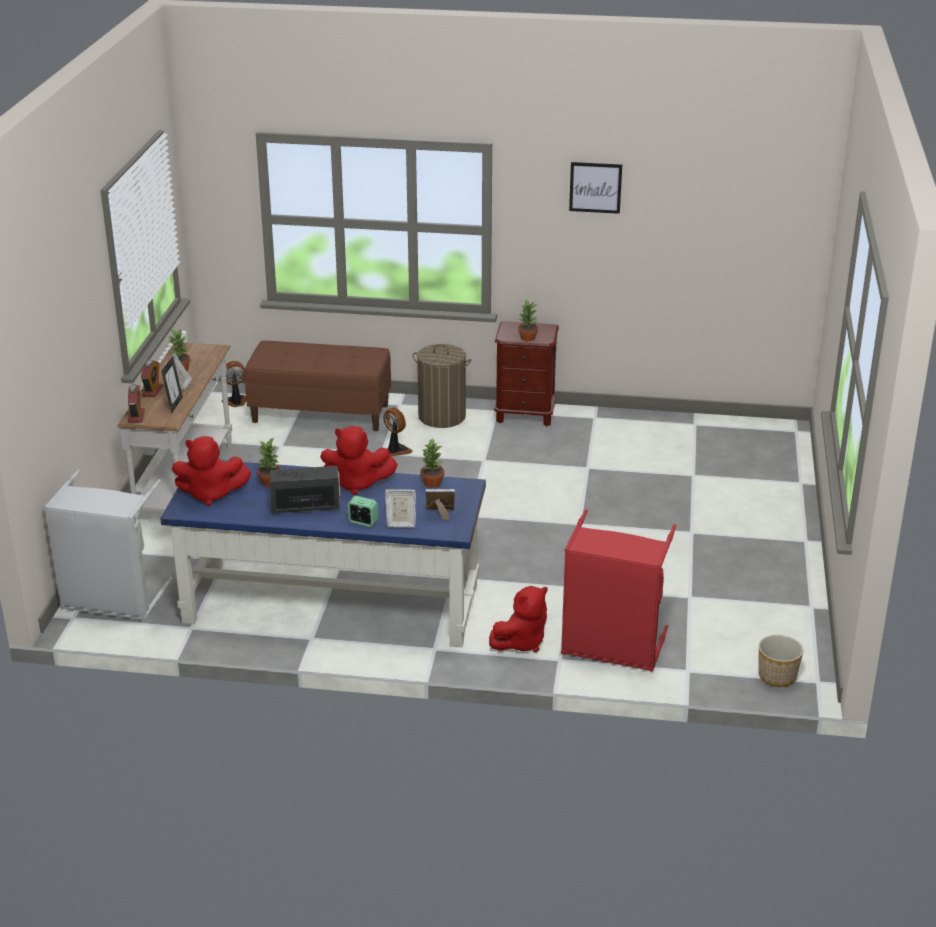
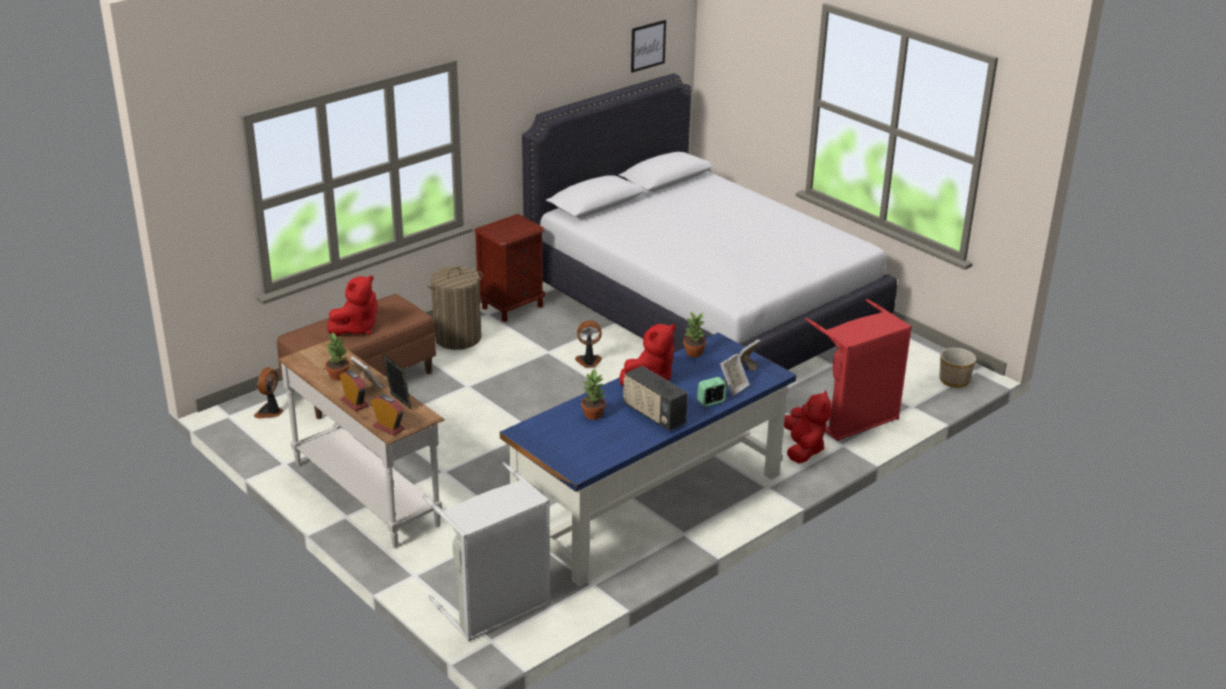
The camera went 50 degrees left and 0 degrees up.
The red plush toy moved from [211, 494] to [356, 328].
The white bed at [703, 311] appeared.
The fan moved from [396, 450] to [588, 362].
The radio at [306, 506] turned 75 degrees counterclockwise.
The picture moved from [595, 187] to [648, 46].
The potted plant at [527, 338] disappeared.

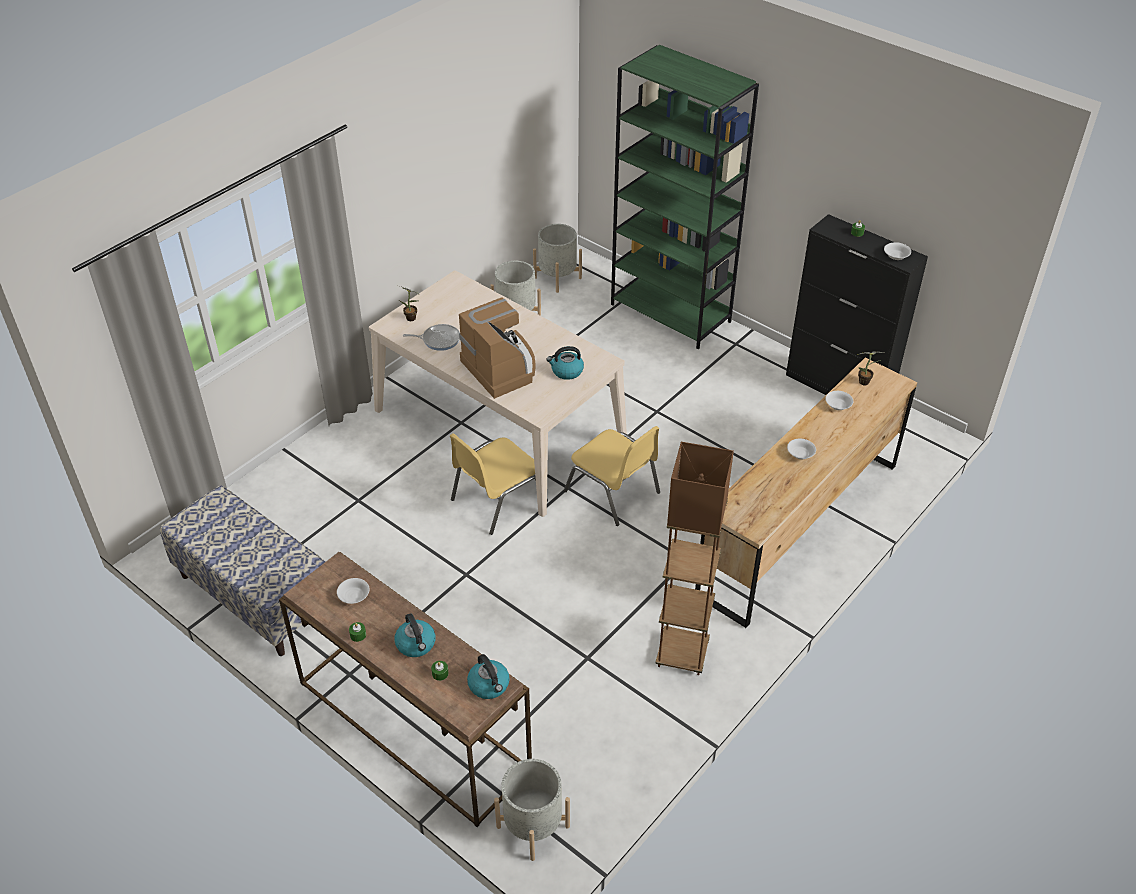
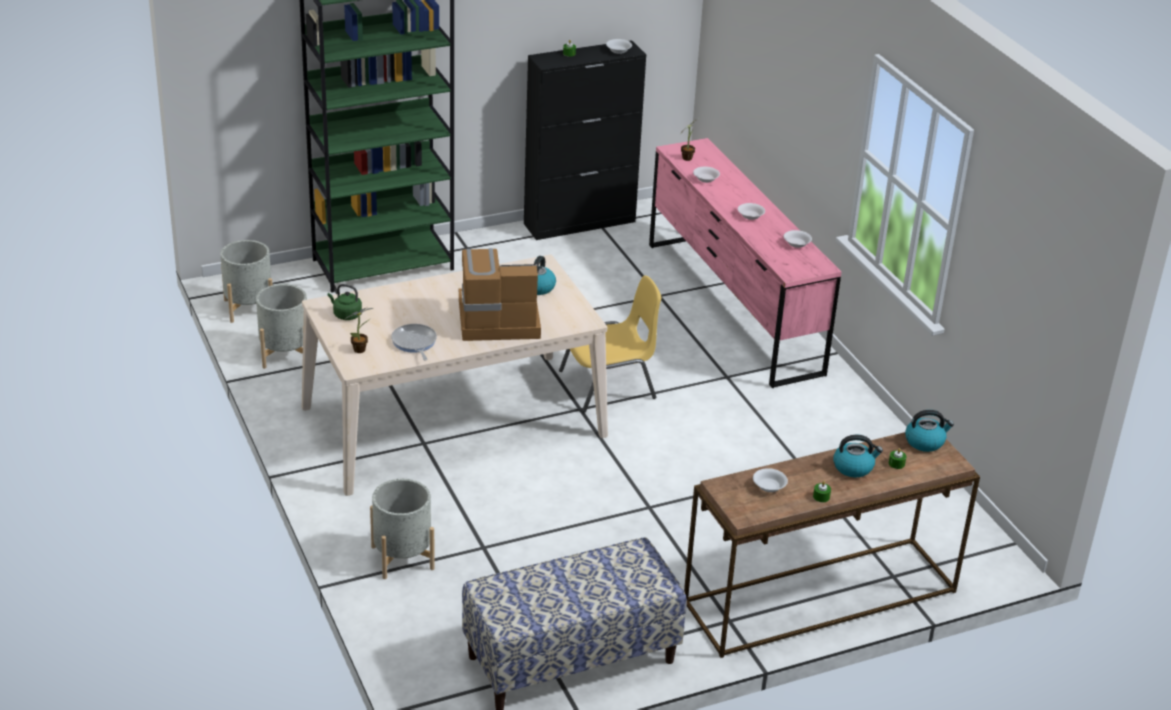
The camera went 65 degrees left and 10 degrees down.
The green kettle at [346, 315] appeared.
The grey planter moved from [533, 826] to [402, 557].
The frying pan at [439, 339] turned 45 degrees counterclockwise.
The brown dresser at [799, 527] became the pink dresser at [732, 307].
The white bowl at [796, 244] appeared.
The yellow chair at [497, 500] disappeared.
The brown floor lamp at [682, 654] disappeared.

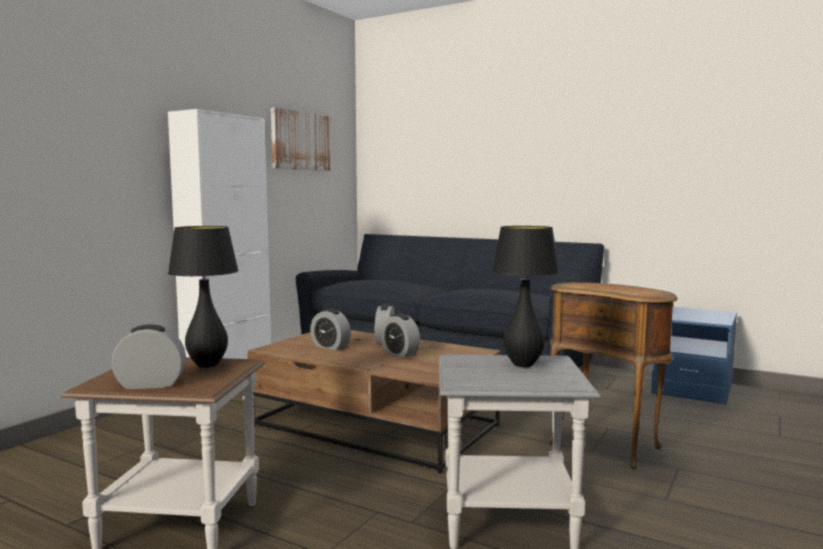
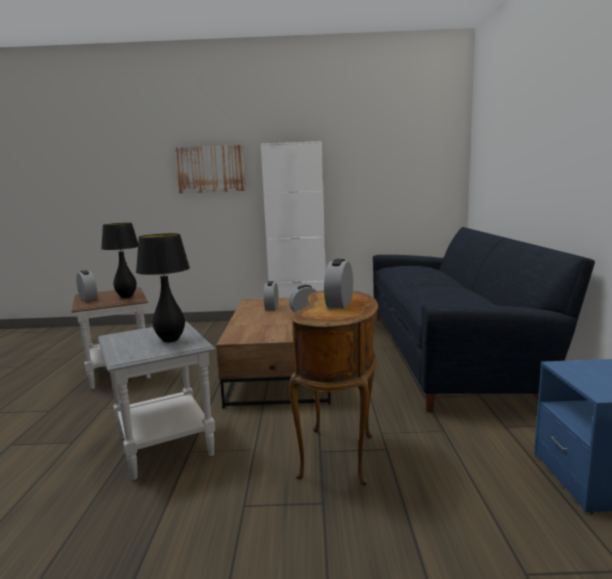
The camera went 60 degrees right and 5 degrees up.
The picture moved from [300, 141] to [211, 169].
The alarm clock moved from [400, 353] to [339, 304].

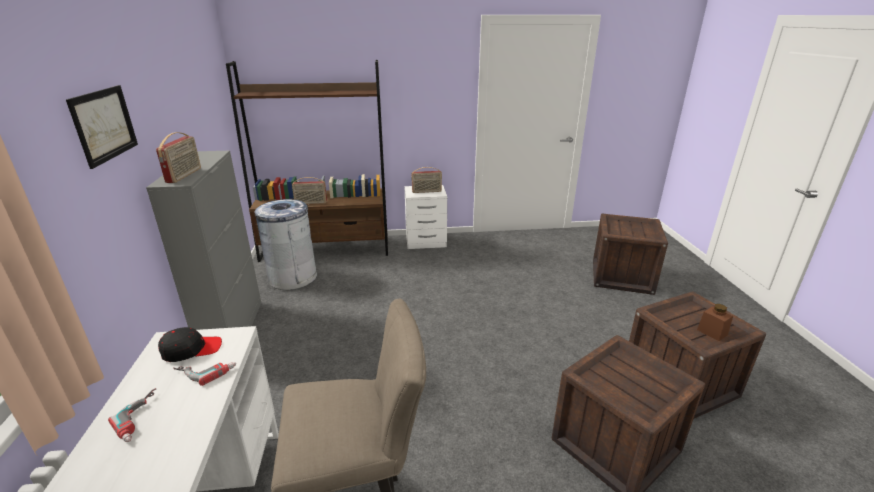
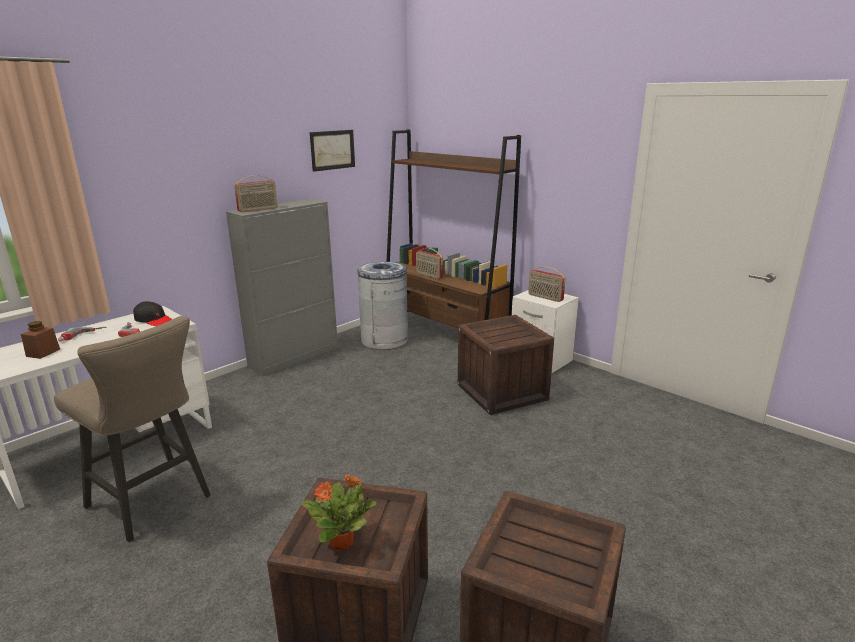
The camera went 50 degrees right and 5 degrees down.
The brown jar moved from [712, 332] to [43, 353].
The potted plant at [343, 542] appeared.
The picture moved from [104, 124] to [332, 150].
The crate moved from [621, 276] to [502, 392].

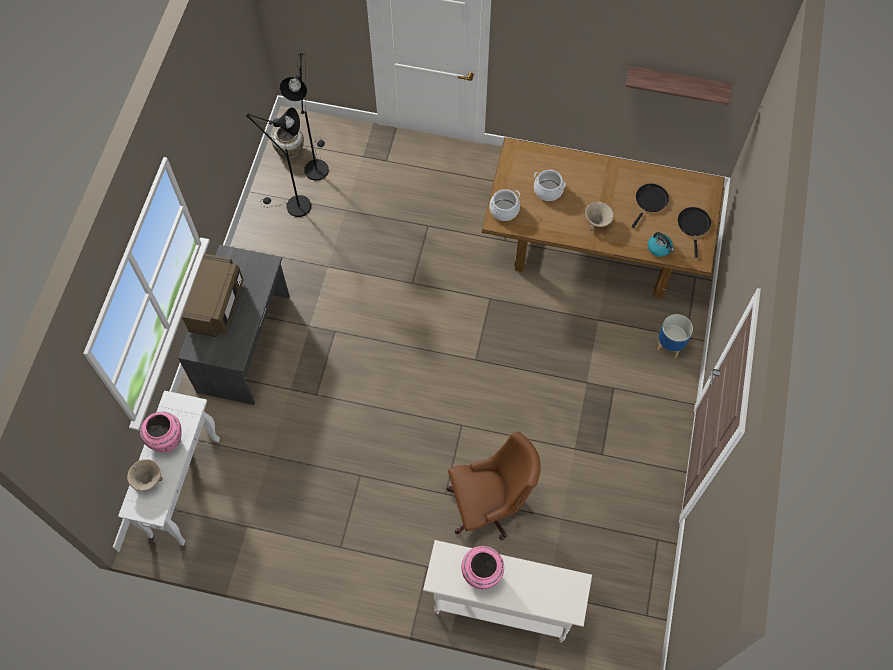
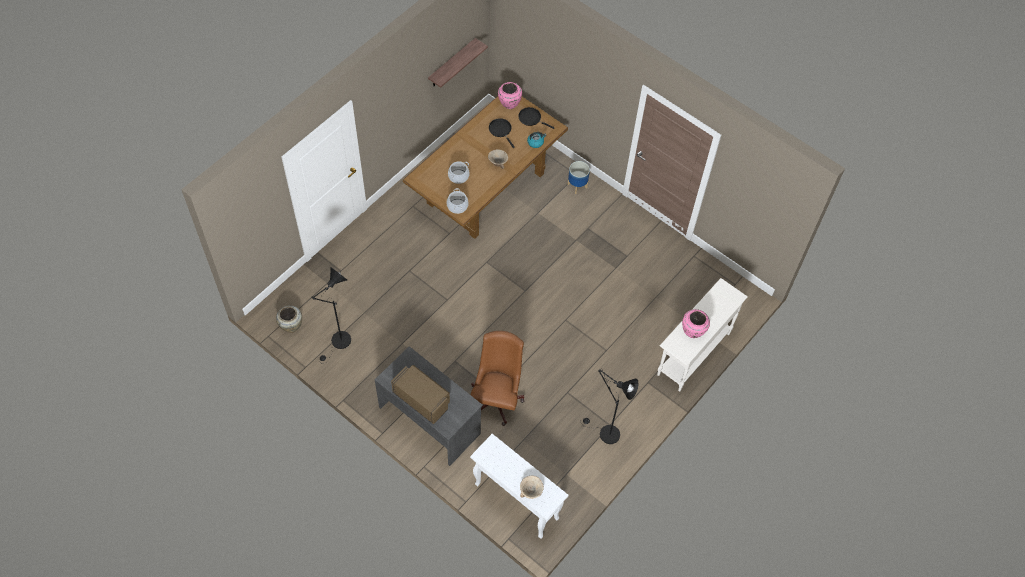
The camera went 65 degrees left and 5 degrees down.
The brown office chair moved from [489, 505] to [497, 397].
The pink vase moved from [167, 439] to [509, 103].
The black floor lamp moved from [316, 166] to [605, 433].

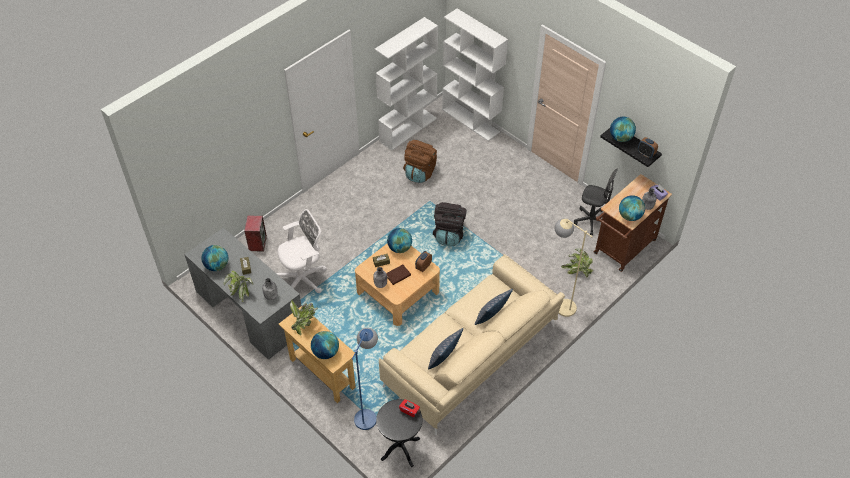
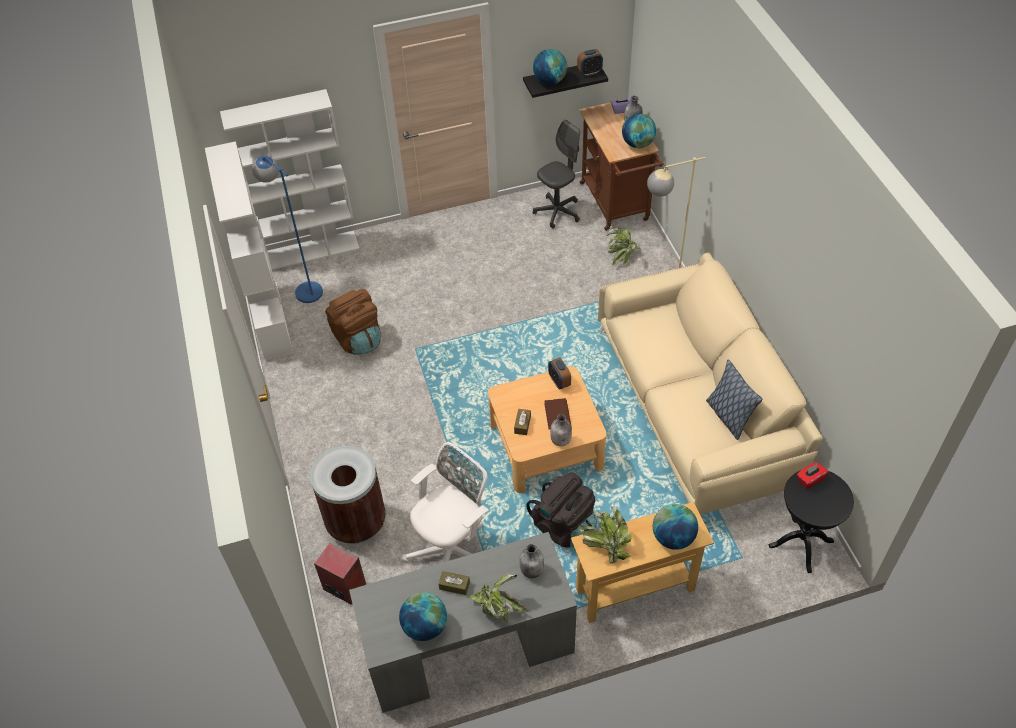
The camera went 60 degrees left and 0 degrees up.
The blue floor lamp moved from [368, 412] to [303, 287].
The brown trash can at [356, 522] appeared.
The white office chair at [303, 278] turned 45 degrees clockwise.
The black backpack moved from [449, 234] to [564, 526].
The globe at [399, 248] disappeared.
The pillow at [492, 316] disappeared.

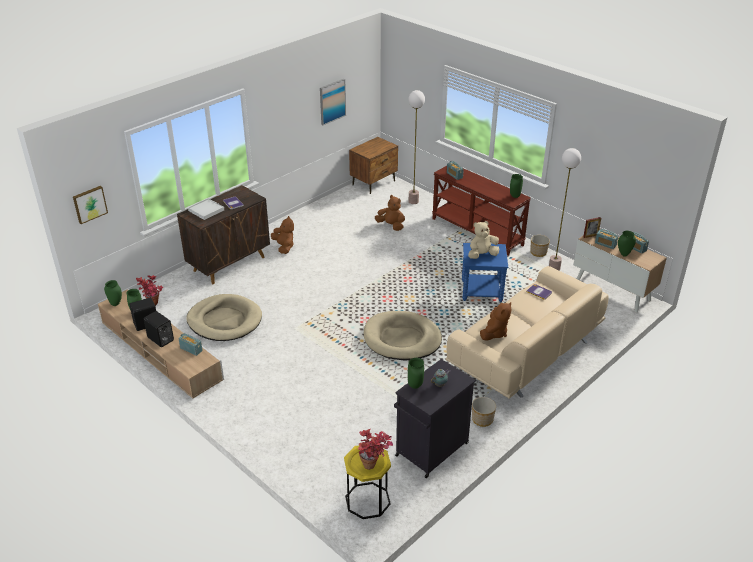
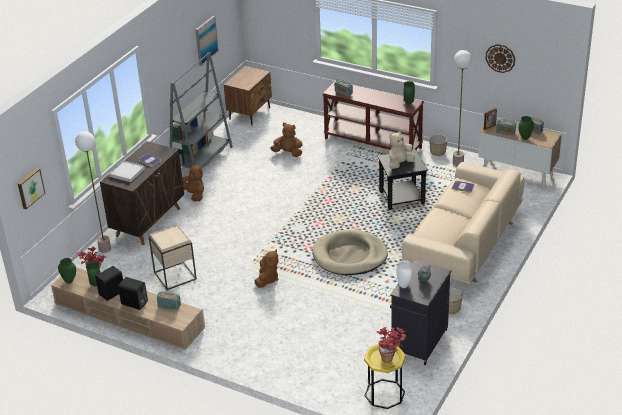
The camera went 15 degrees left and 0 degrees up.
The floor lamp moved from [413, 201] to [105, 249].
The beige dog bed at [224, 320] was replaced by the beige side table at [175, 276].
The grey bookcase at [201, 160] appeared.
The brown plush toy moved from [494, 333] to [267, 279].
The blue side table at [482, 291] became the black side table at [402, 198].
The green vase at [415, 386] became the white vase at [404, 285].
The wall clock at [500, 58] appeared.

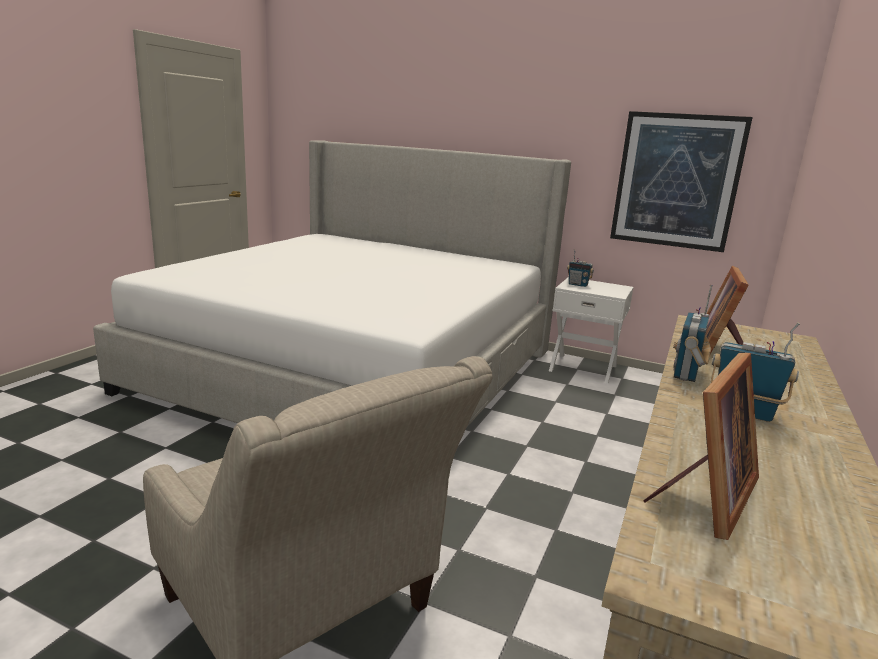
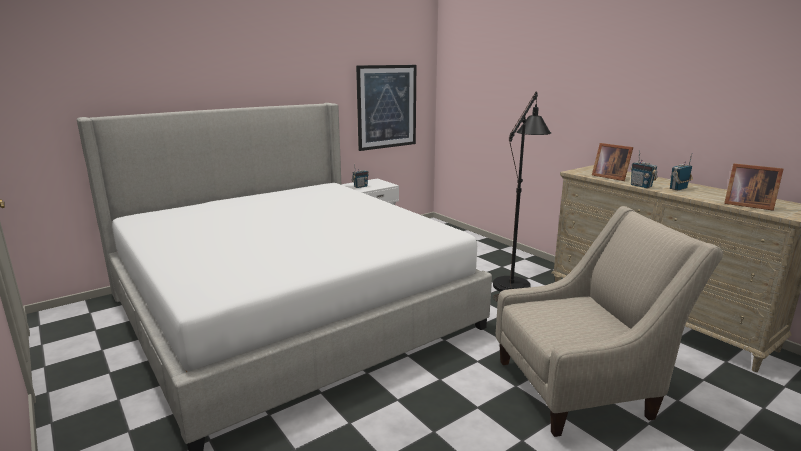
The camera went 60 degrees left and 0 degrees up.
The black floor lamp at [514, 282] appeared.
The picture frame at [704, 497] turned 150 degrees clockwise.

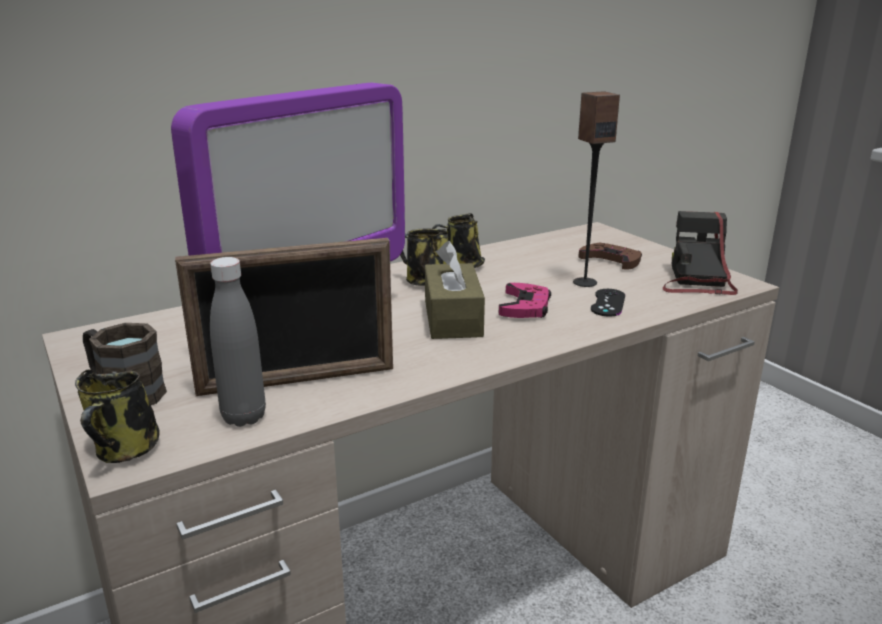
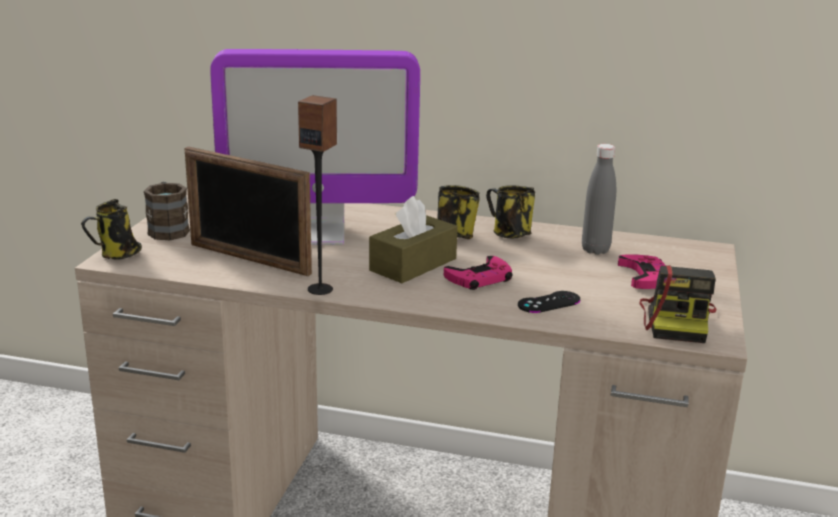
The camera went 45 degrees right and 0 degrees up.
The speaker moved from [584, 282] to [320, 289].
The grey bottle moved from [244, 417] to [595, 250].
The brown game controller at [611, 260] became the pink game controller at [645, 277].
The photo camera at [696, 280] turned 135 degrees clockwise.

